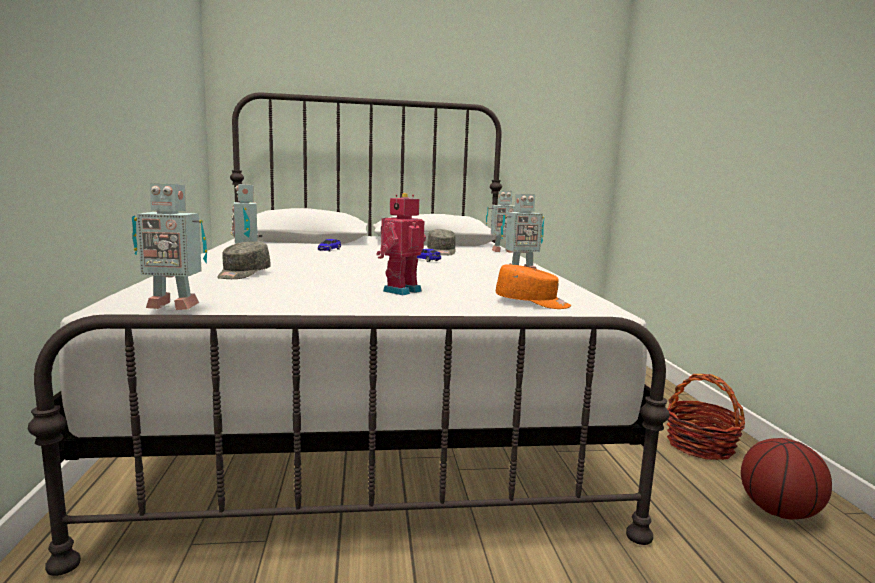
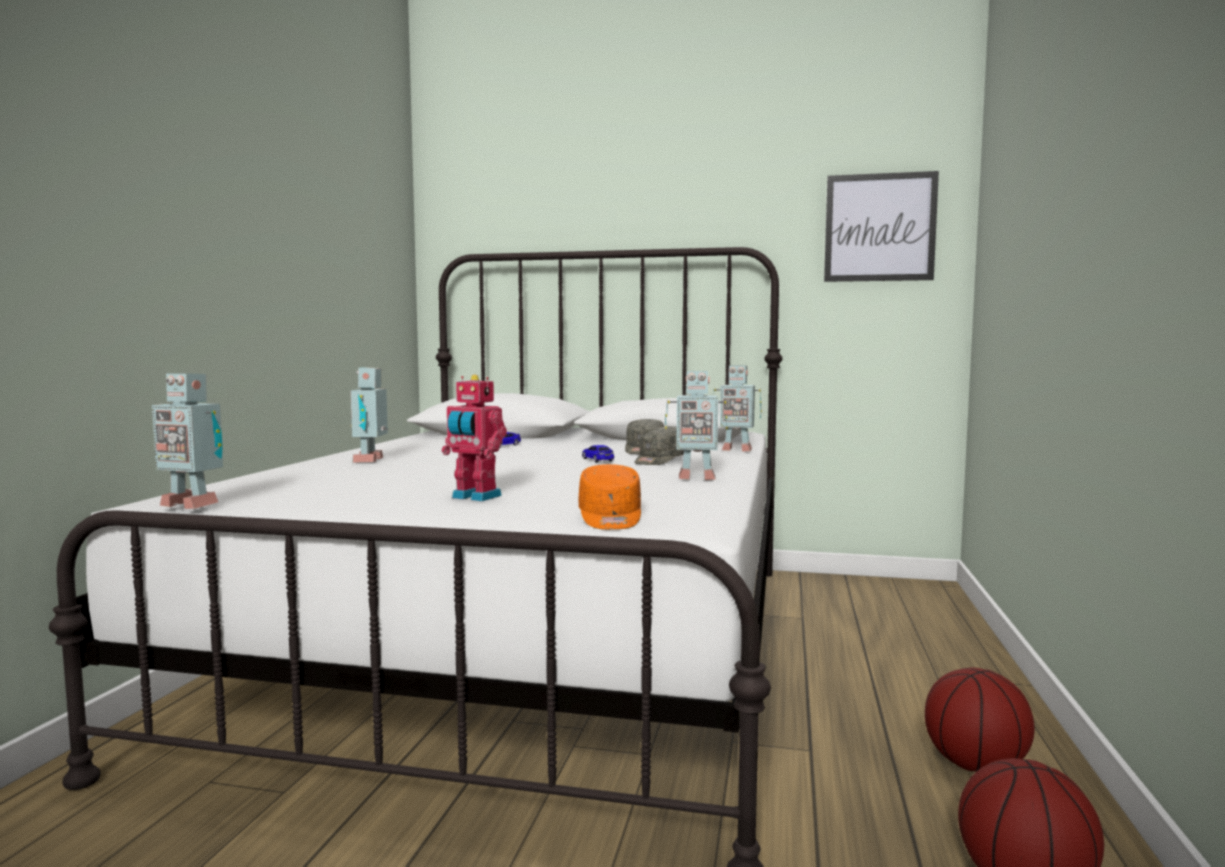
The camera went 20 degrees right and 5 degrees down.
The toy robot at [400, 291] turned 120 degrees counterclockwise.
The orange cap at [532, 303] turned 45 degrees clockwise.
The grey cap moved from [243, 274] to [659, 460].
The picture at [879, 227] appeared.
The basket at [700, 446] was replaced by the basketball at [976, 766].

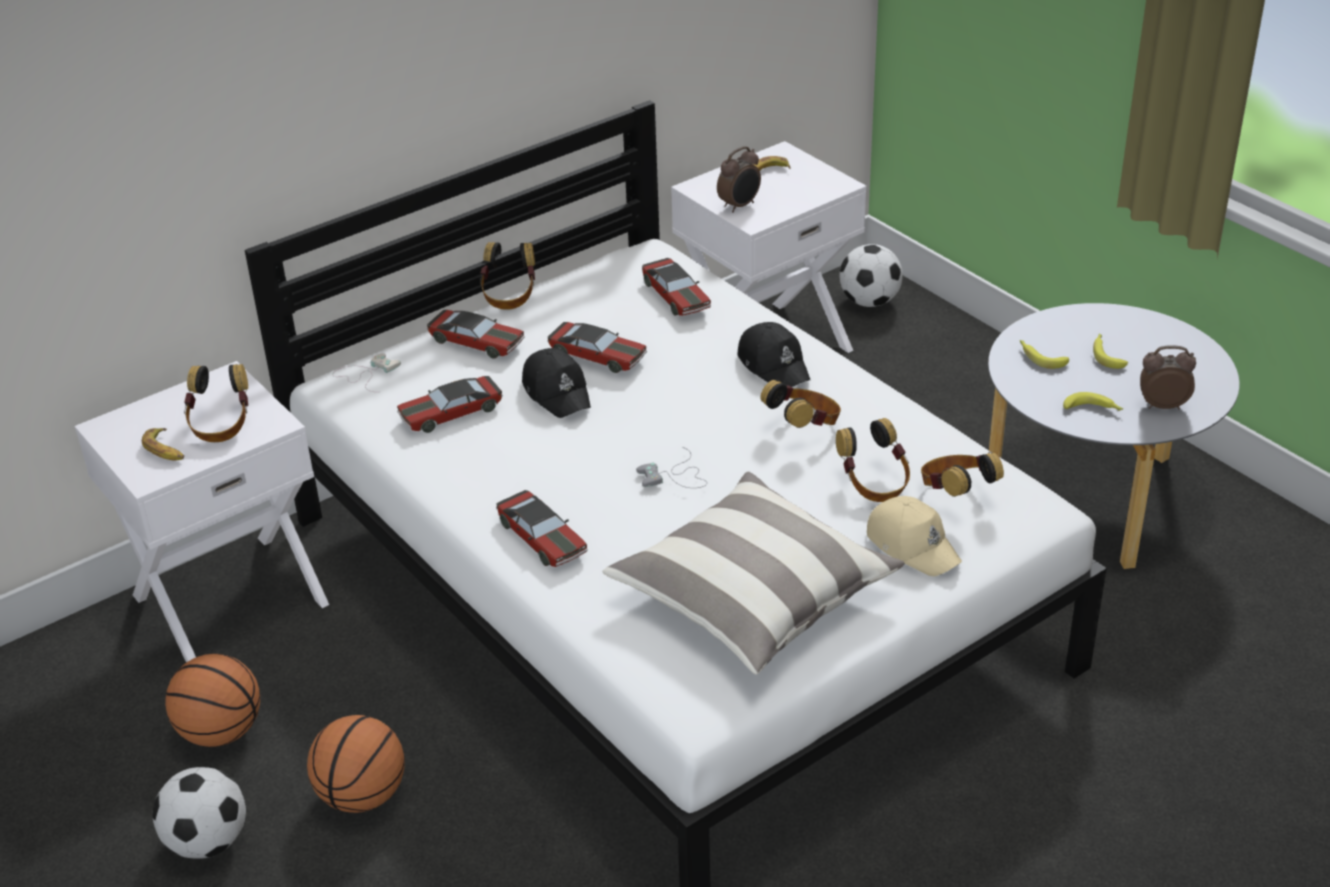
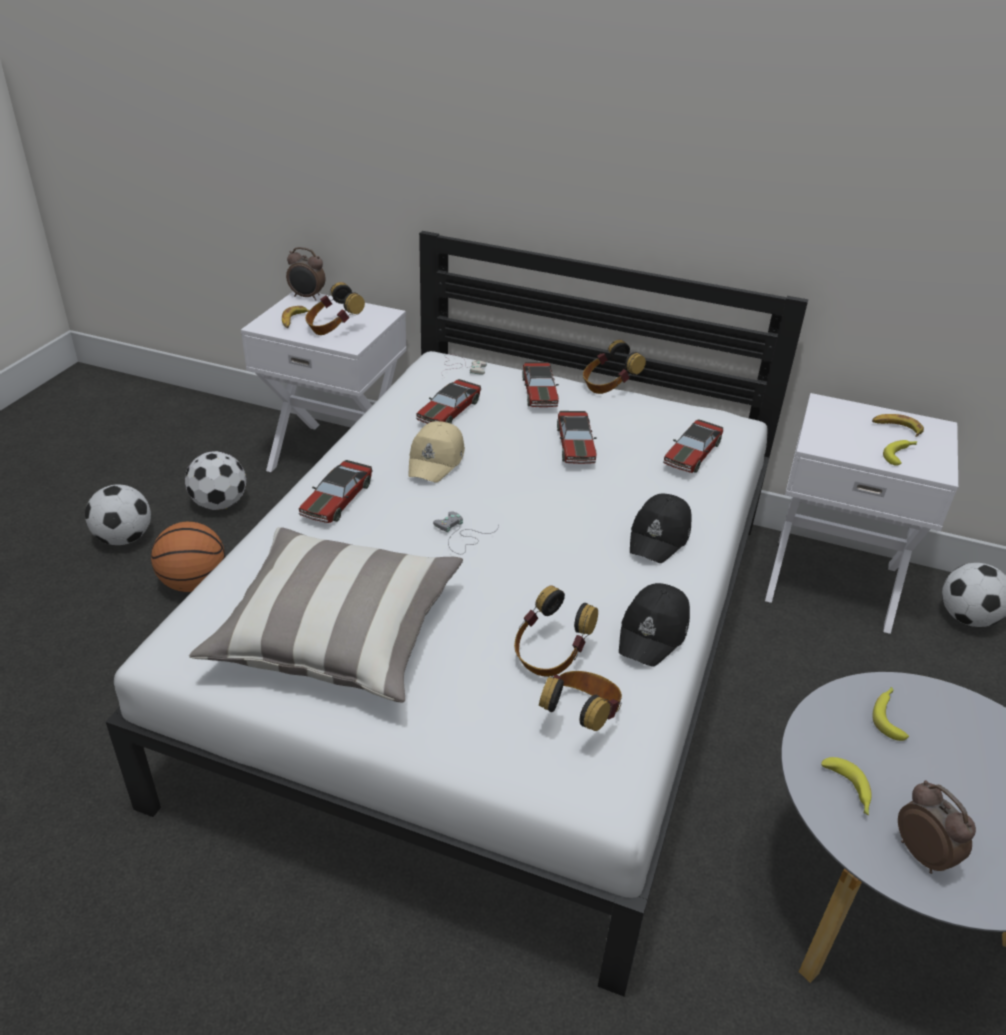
The camera went 55 degrees right and 0 degrees up.
The basketball at [221, 732] was replaced by the football at [220, 503].
The alarm clock moved from [740, 206] to [307, 297].
The beige cap moved from [913, 545] to [436, 460].
The toy car at [450, 413] turned 90 degrees counterclockwise.
The black cap moved from [557, 392] to [654, 632].
The banana moved from [1106, 355] to [901, 455].
The headphones at [804, 427] disappeared.

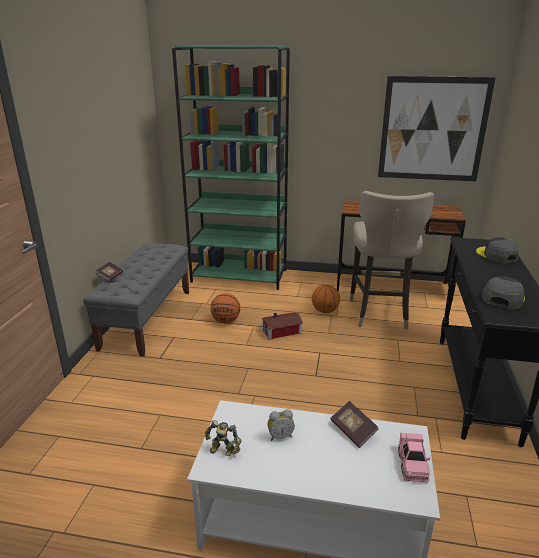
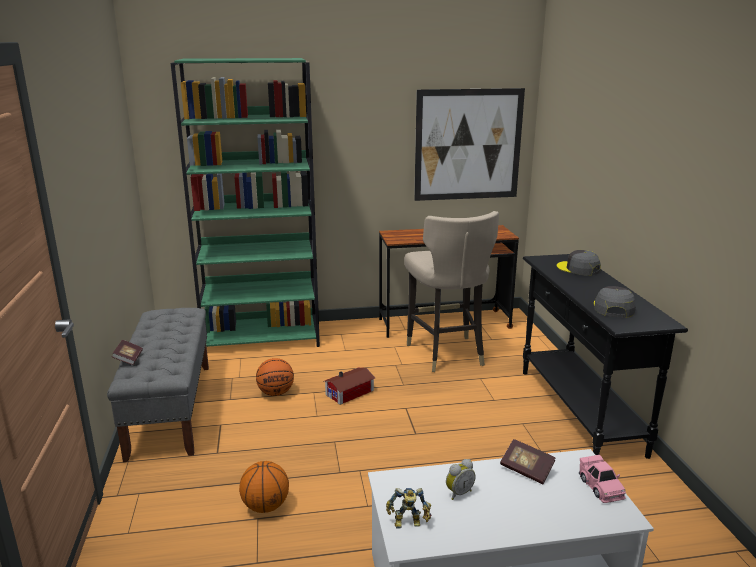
The camera went 20 degrees left and 5 degrees down.
The basketball moved from [325, 311] to [266, 506].

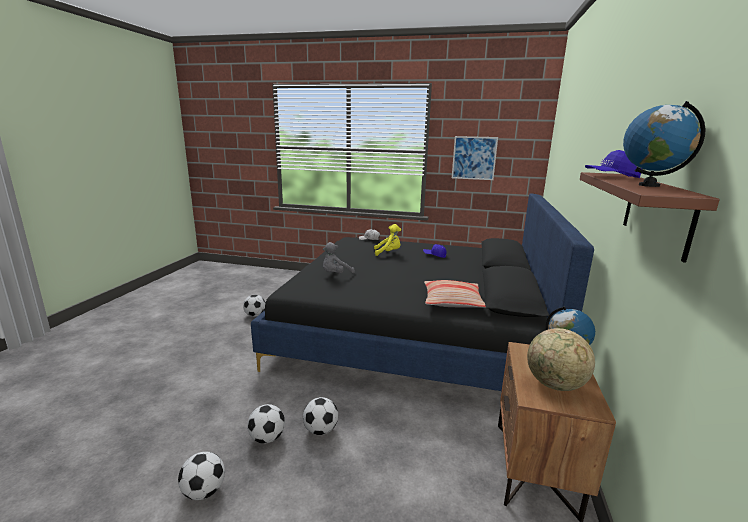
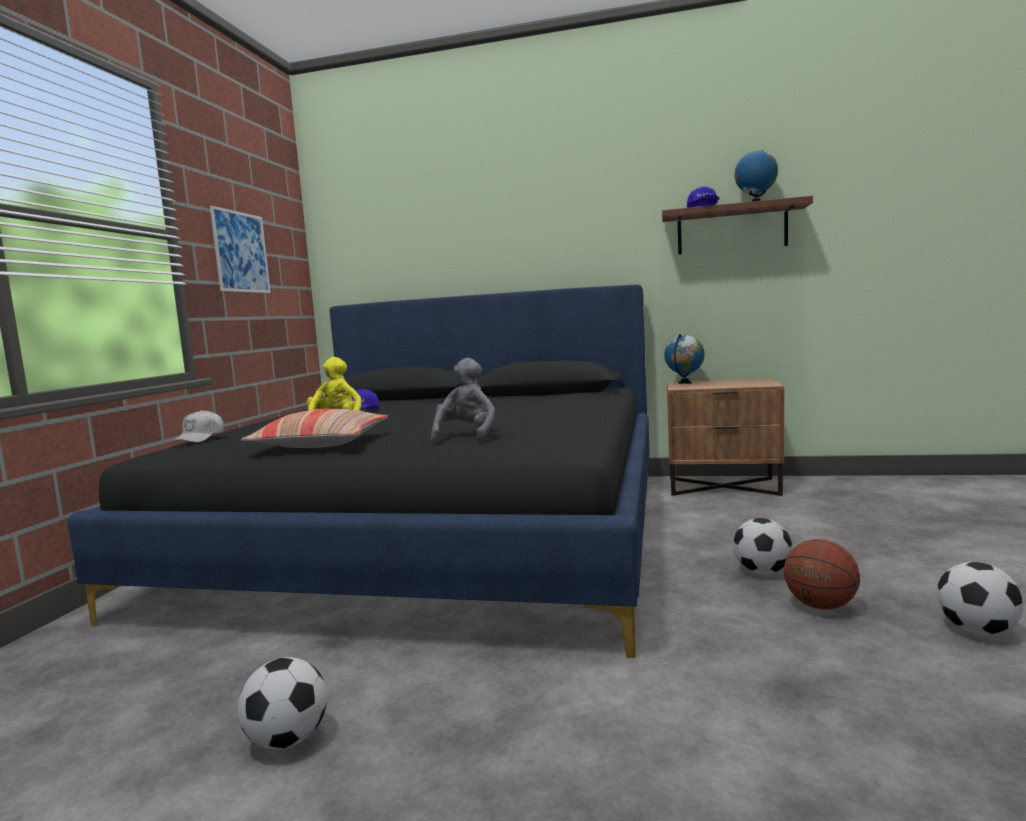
The camera went 90 degrees left and 10 degrees down.
The pillow moved from [452, 301] to [322, 444].
The grey plush toy at [335, 275] turned 120 degrees counterclockwise.
The football at [267, 438] was replaced by the basketball at [820, 606].
The globe at [555, 385] disappeared.

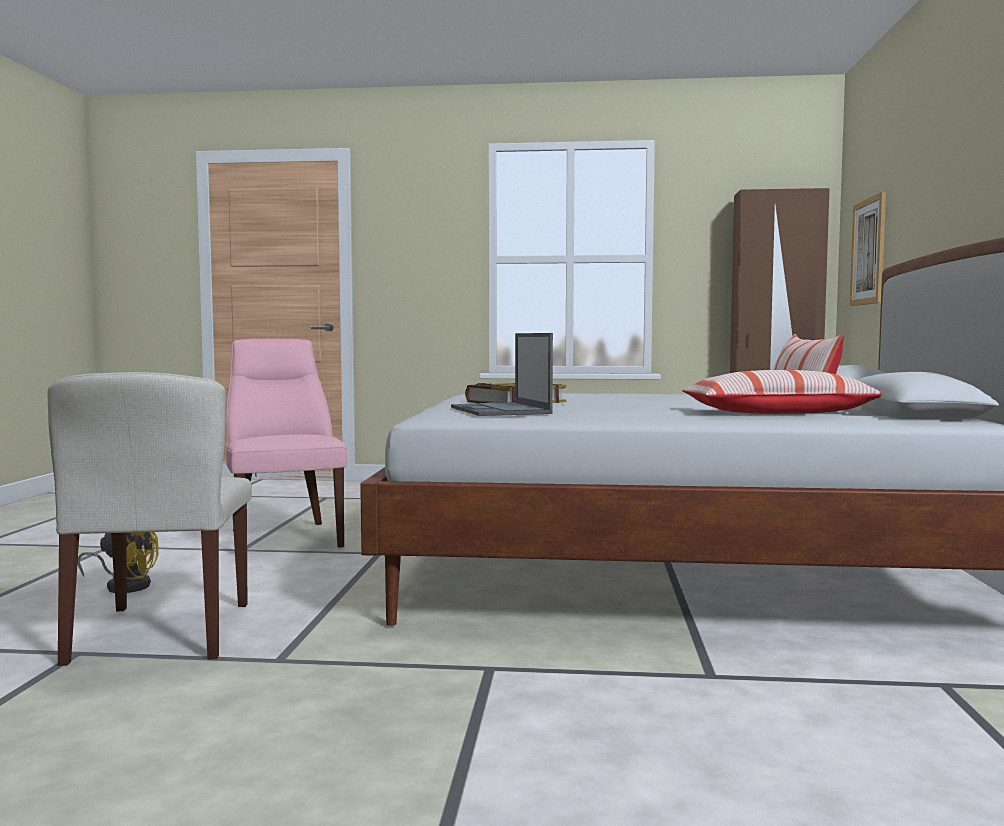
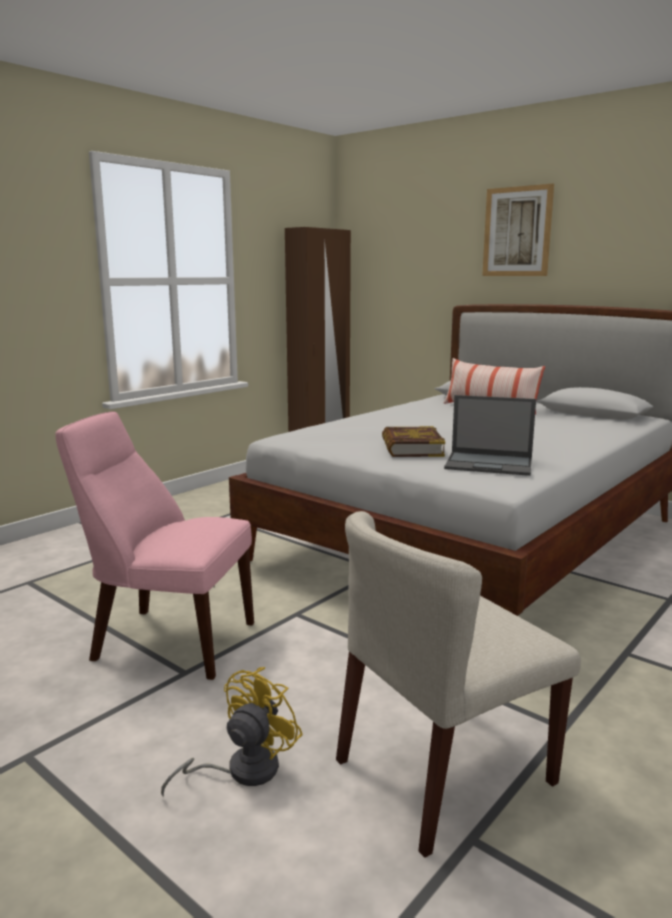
The camera went 55 degrees left and 10 degrees up.
The beige chair at [163, 632] turned 120 degrees clockwise.
The picture moved from [868, 252] to [517, 232].
The pillow at [779, 413] disappeared.

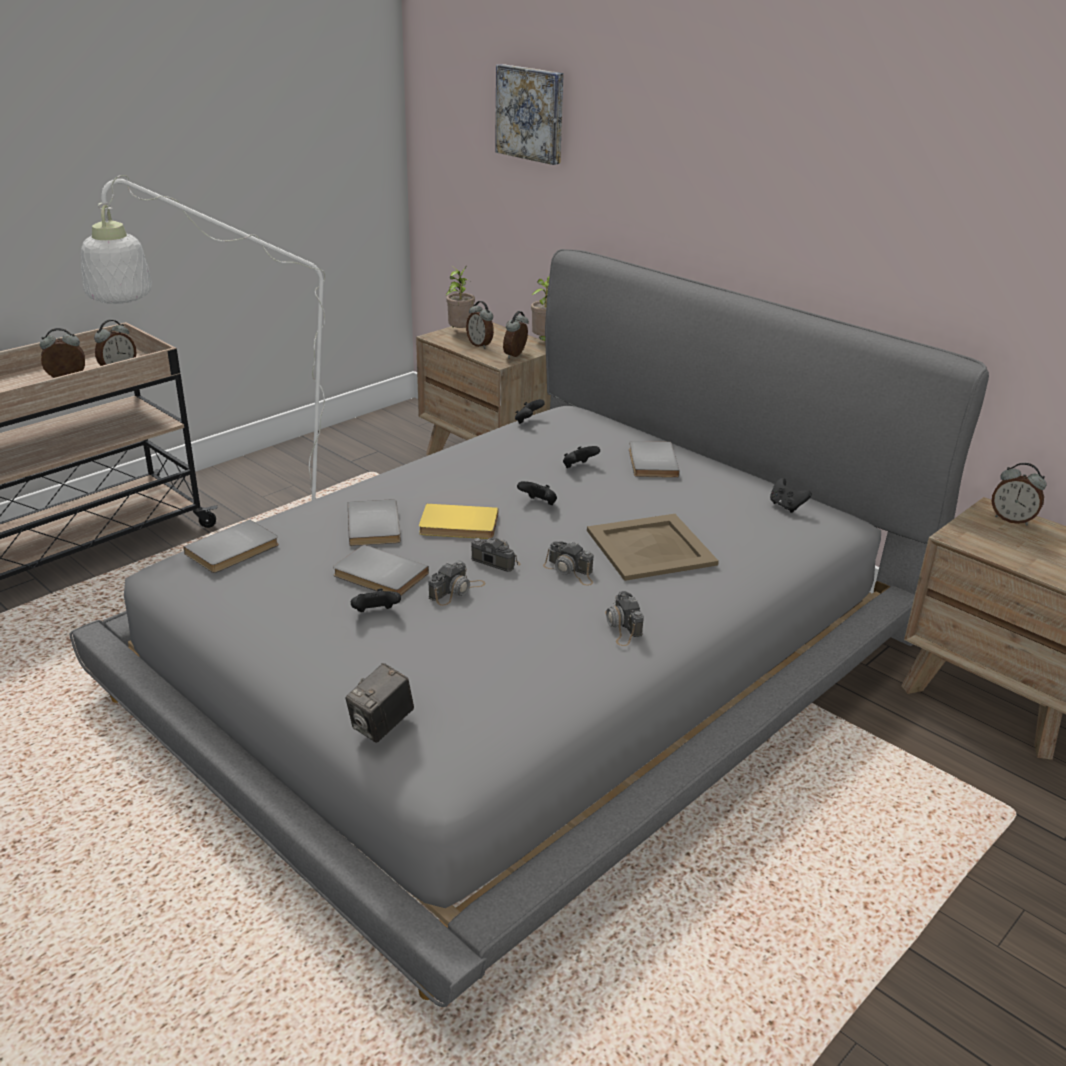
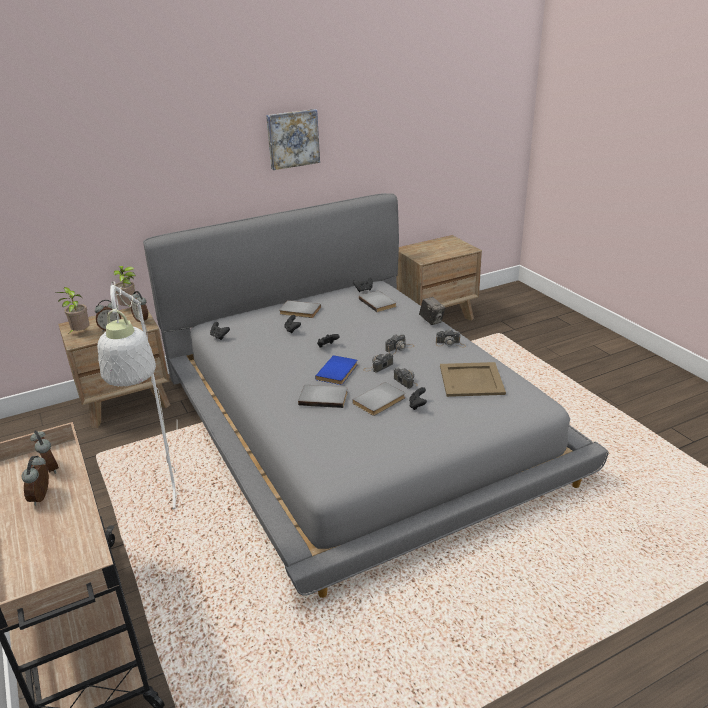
The camera went 70 degrees left and 0 degrees up.
The picture moved from [531, 113] to [292, 139].
The yellow book at [458, 526] became the blue book at [338, 372].
The grey book moved from [234, 550] to [378, 302].
The photo camera moved from [381, 726] to [431, 321].
The beige tray moved from [649, 547] to [471, 380].
The alarm clock at [1012, 519] disappeared.

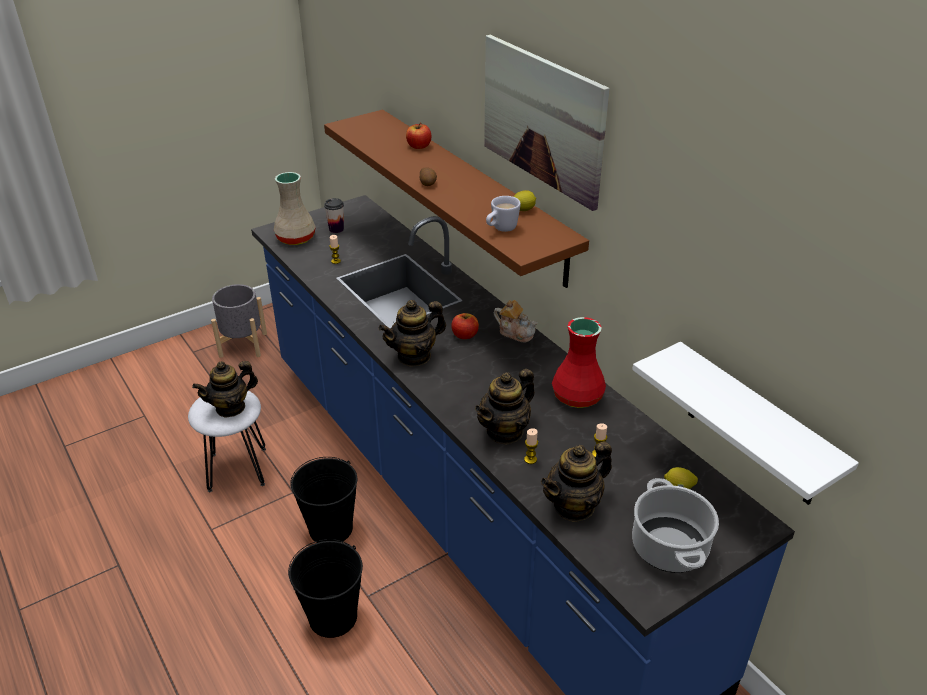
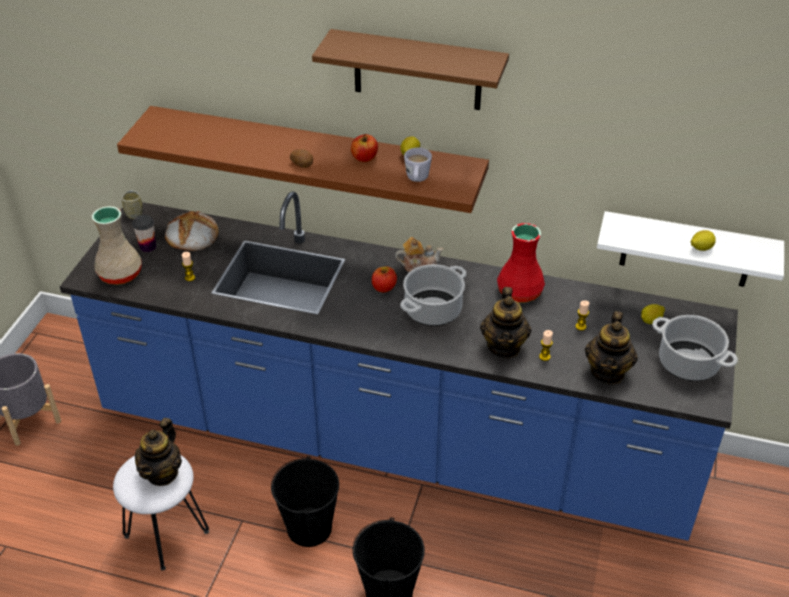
The camera went 40 degrees left and 5 degrees up.
The cup at [134, 214] appeared.
The bread at [191, 235] appeared.
The picture at [542, 119] was replaced by the brown shelf at [417, 70].
The apple moved from [419, 146] to [364, 158].
The cooking pot at [432, 310] appeared.
The lemon at [700, 248] appeared.
The teapot at [414, 356] disappeared.

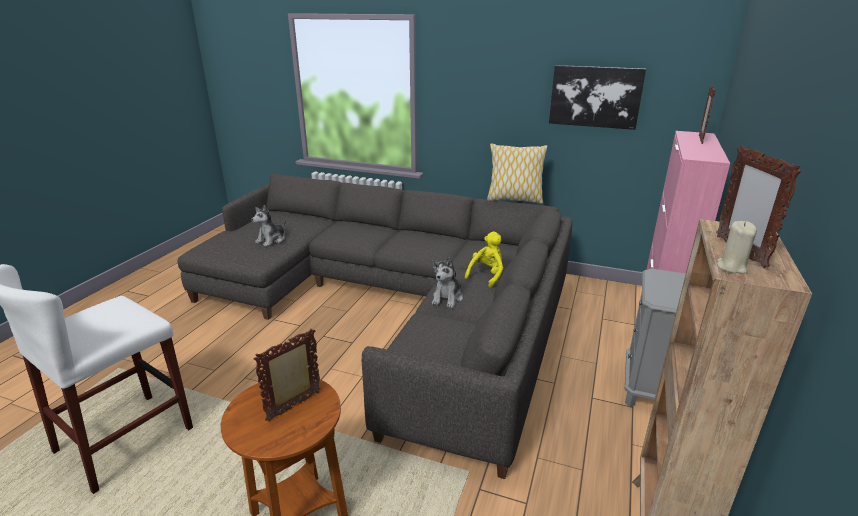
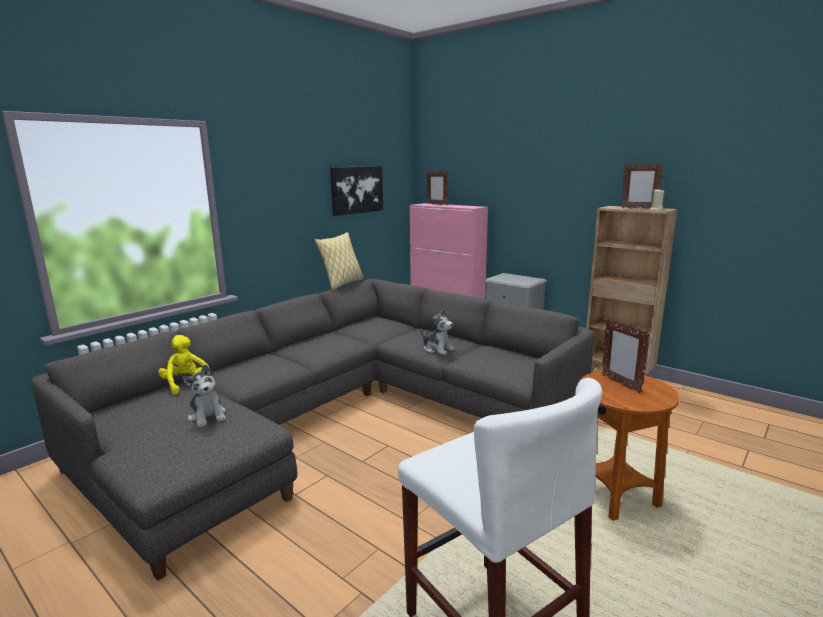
The camera went 70 degrees left and 10 degrees down.
The yellow plush toy moved from [486, 275] to [186, 384].

